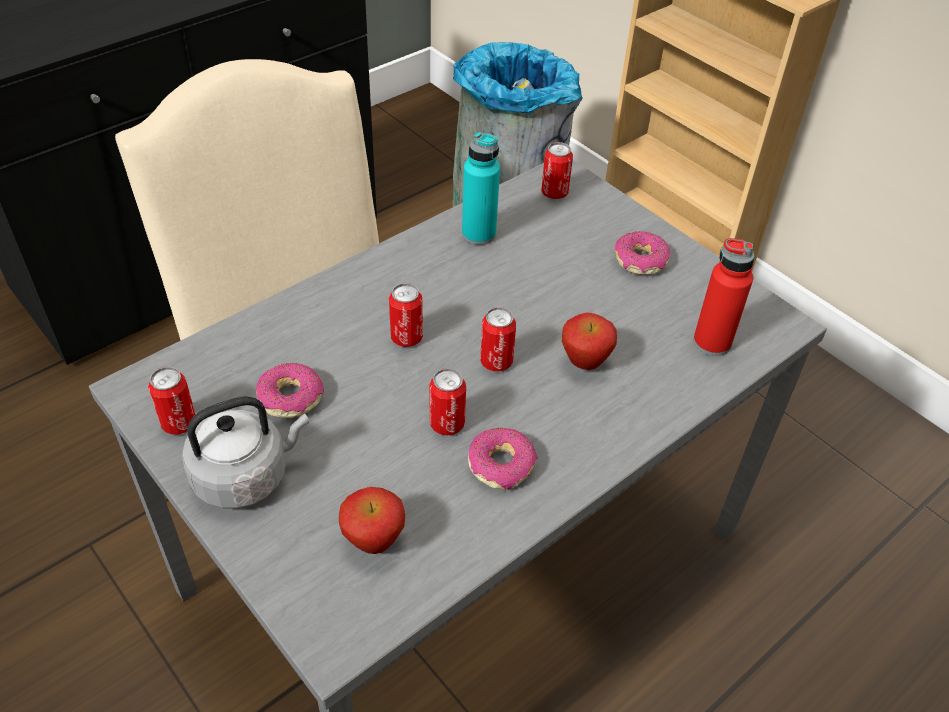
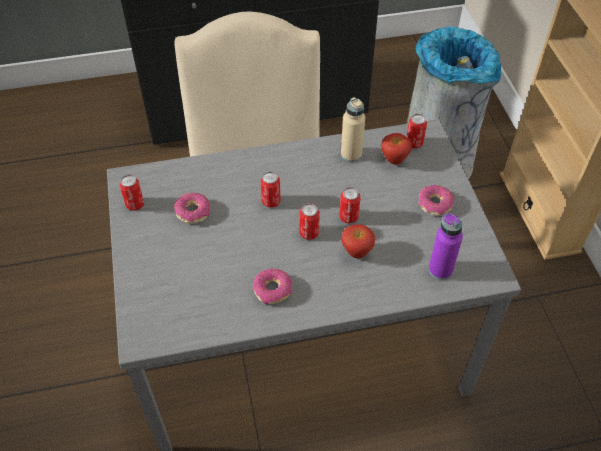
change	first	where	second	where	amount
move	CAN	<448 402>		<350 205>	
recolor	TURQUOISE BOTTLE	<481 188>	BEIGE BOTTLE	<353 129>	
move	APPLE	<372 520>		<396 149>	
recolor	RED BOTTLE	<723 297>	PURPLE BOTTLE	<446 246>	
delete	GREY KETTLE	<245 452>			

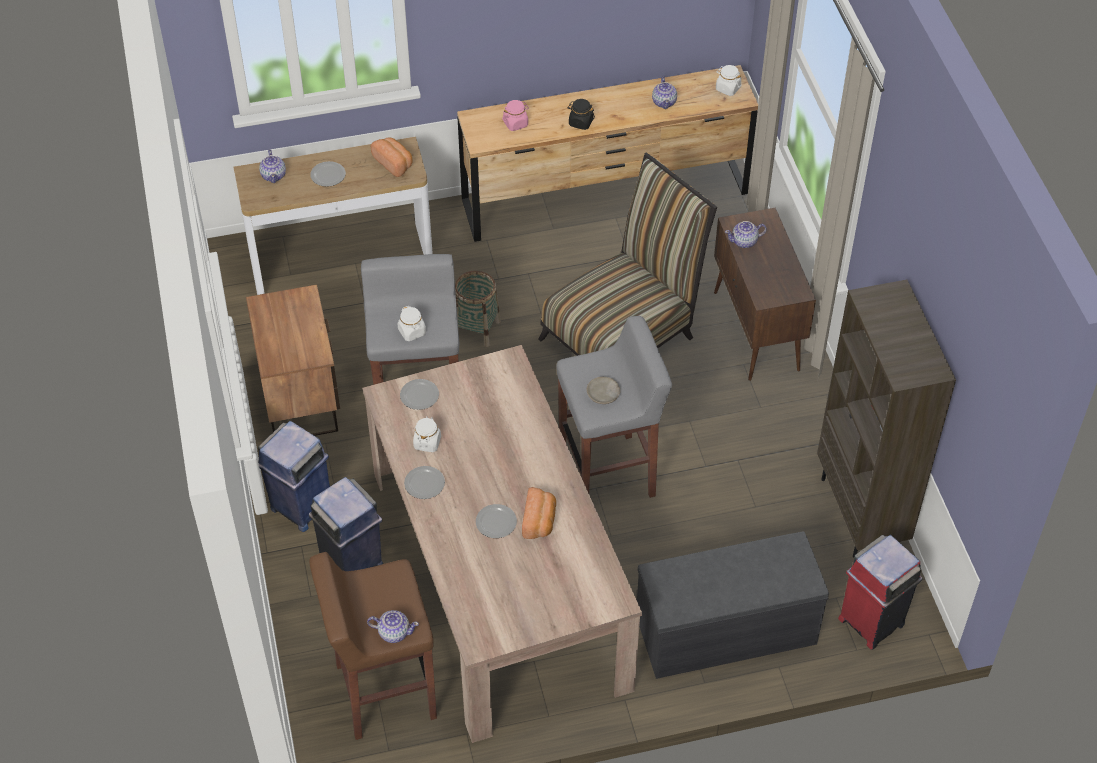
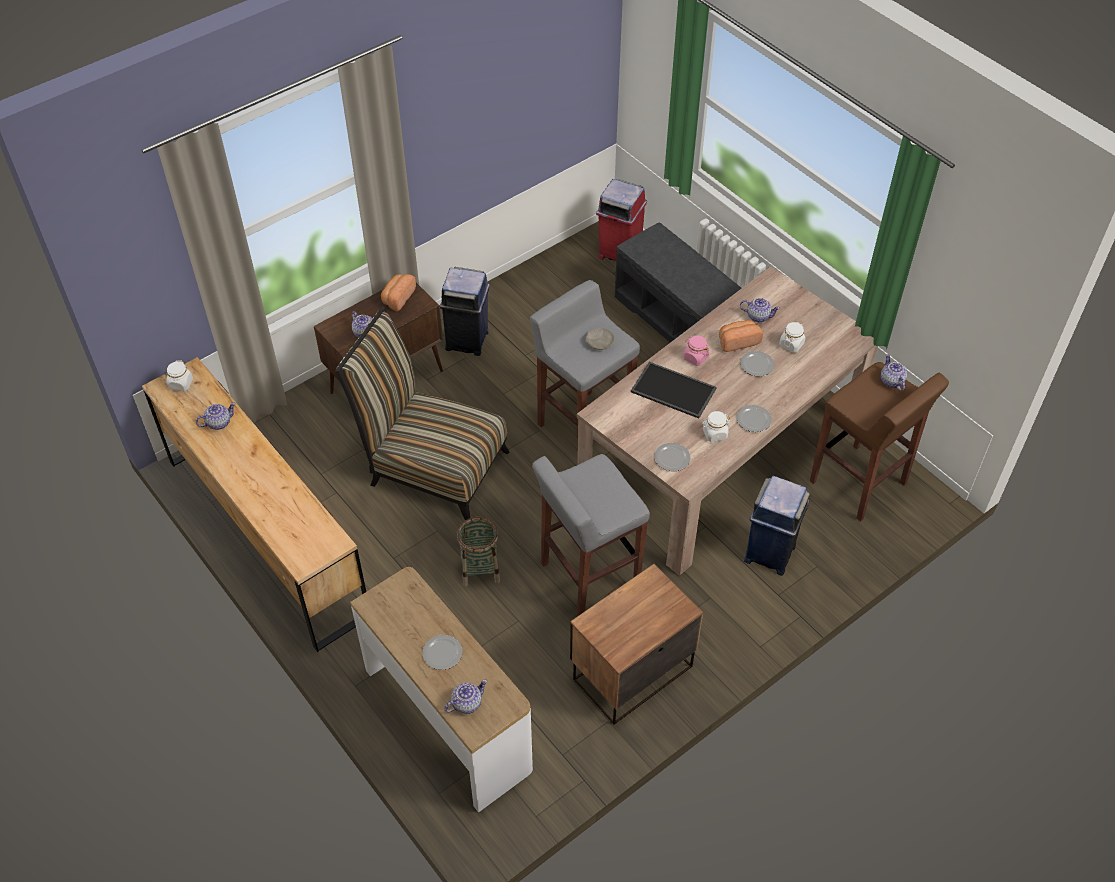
change	first	where	second	where	amount
move	BREAD	<392 157>		<398 292>	
move	BLUE TRASH CAN	<294 476>		<465 311>	
insert			TRAY	<674 390>	
move	PINK JAR	<515 115>		<696 351>	
insert			TEAPOT	<760 310>	
move	WHITE JAR	<412 323>		<792 337>	
delete	BLACK JAR	<581 114>			
delete	BROWN BOOKCASE	<886 418>			

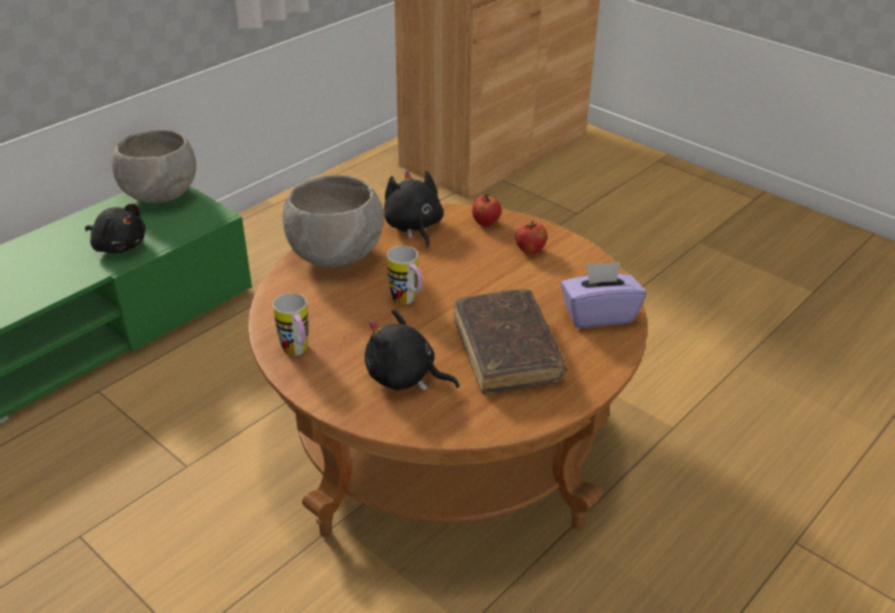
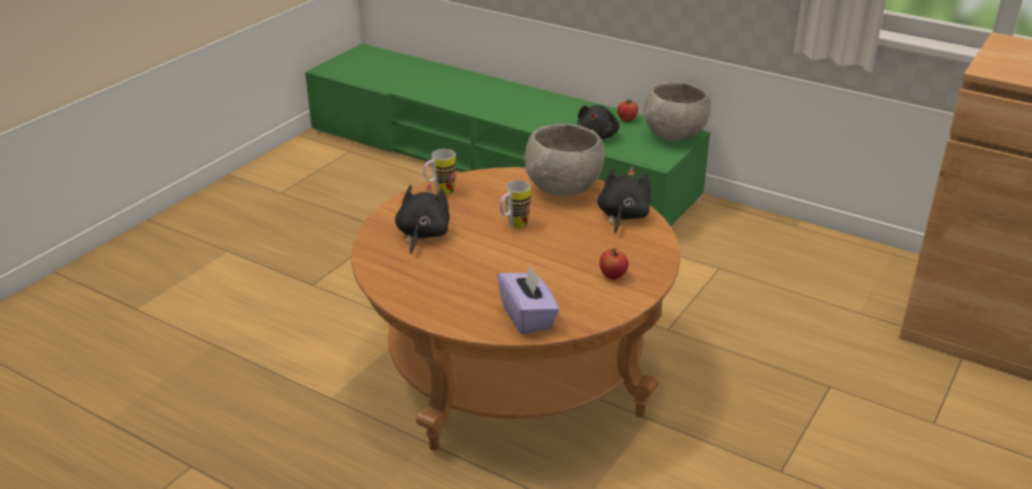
change	first	where	second	where	amount
rotate	BLACK PLUSH TOY	<414 209>		<624 200>	45 degrees counterclockwise
move	APPLE	<486 210>		<627 110>	
delete	BROWN BOOK	<510 342>			

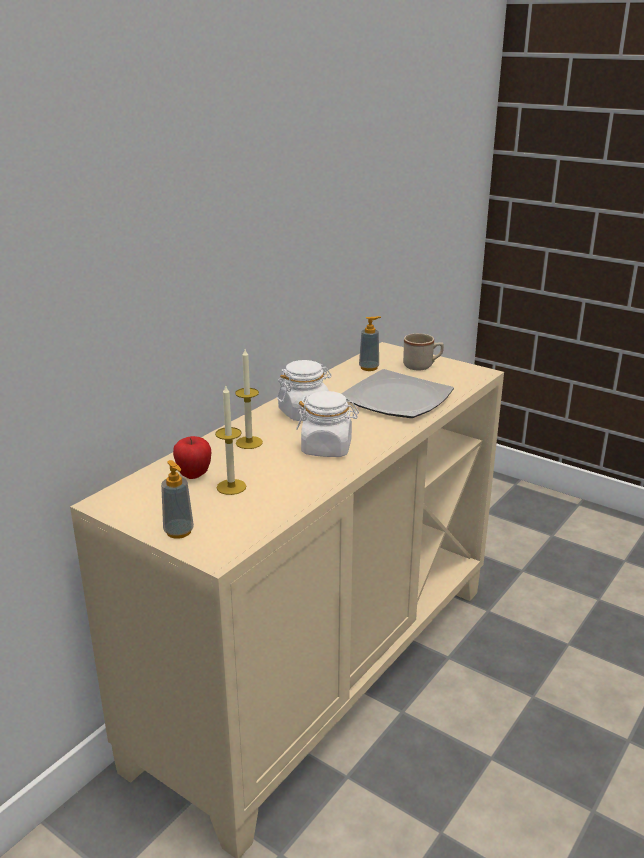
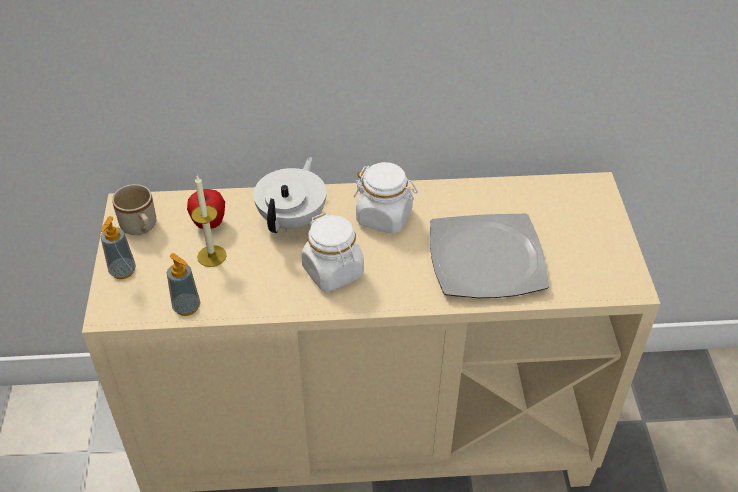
change	first	where	second	where	amount
move	BEIGE MUG	<423 351>		<134 209>	
move	SOAP DISPENSER	<370 343>		<183 284>	
replace	CANDLE	<249 399>	WHITE TEAPOT	<290 195>	

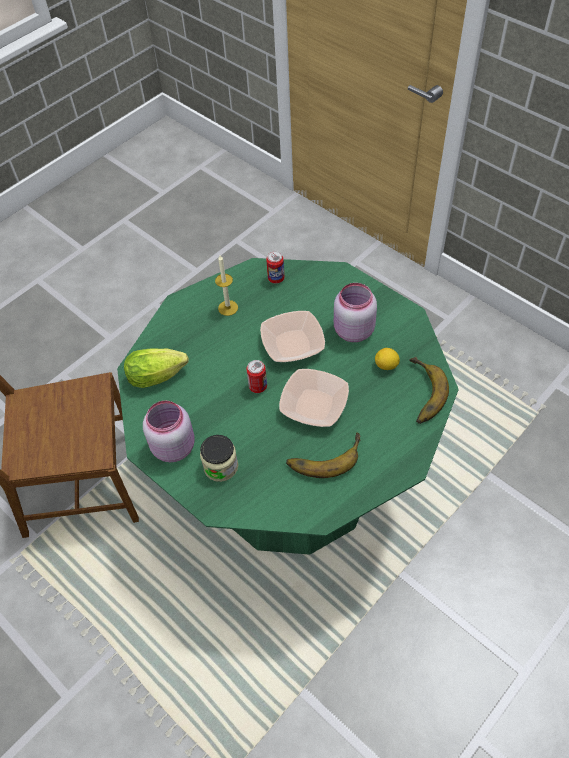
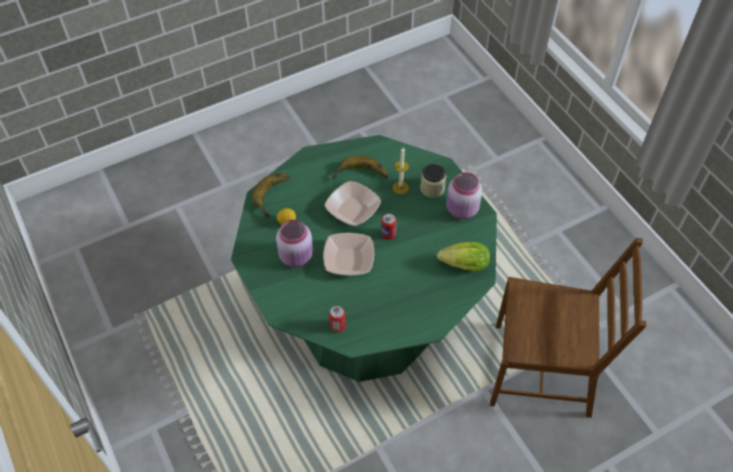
change	first	where	second	where	amount
move	CANDLE	<226 285>		<401 171>	

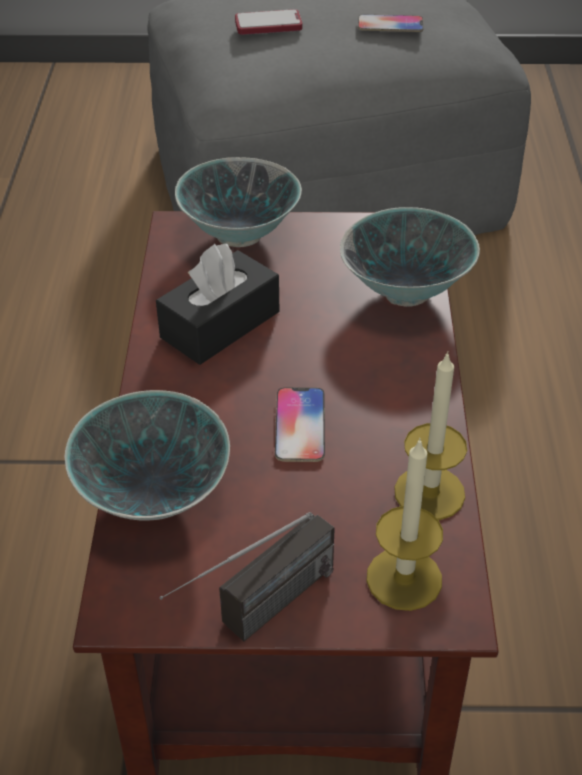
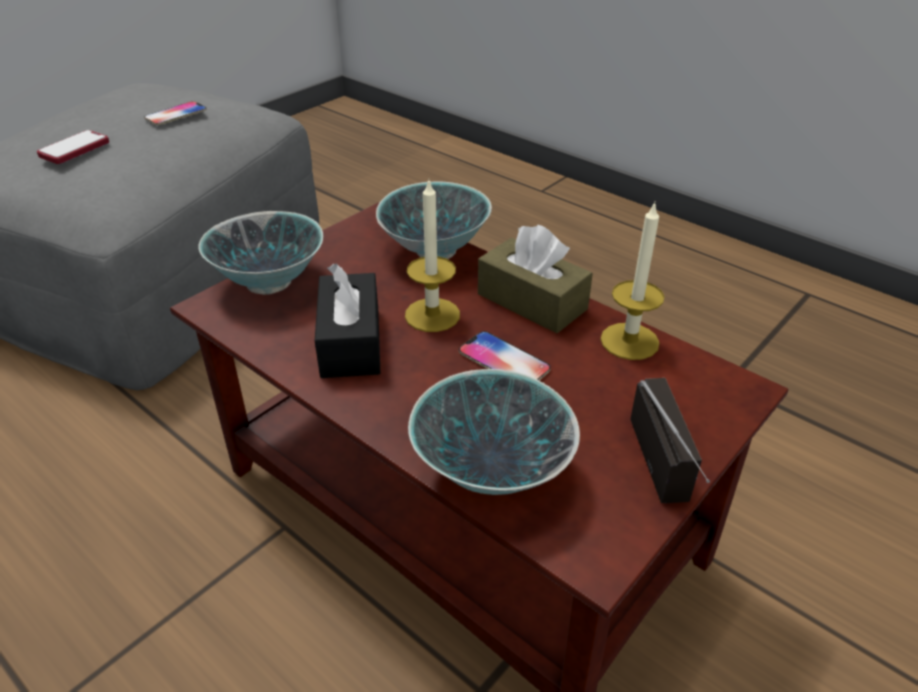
change	first	where	second	where	amount
move	CANDLE	<404 524>		<432 256>	
insert			BROWN TISSUE BOX	<535 279>	

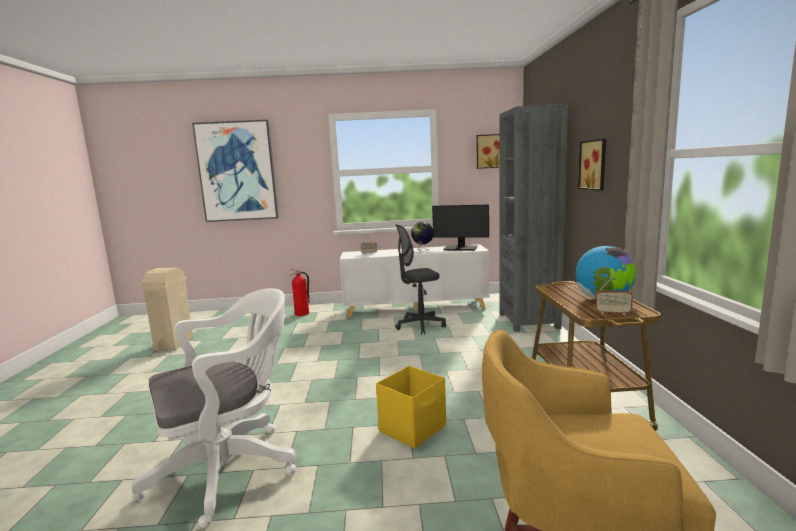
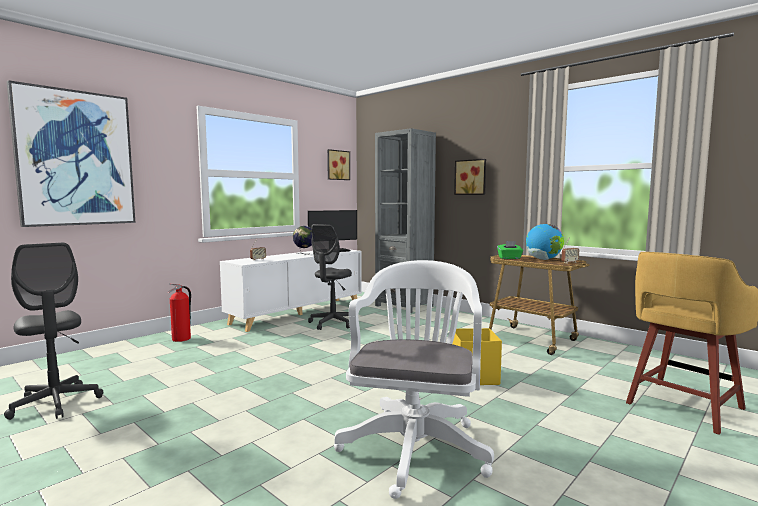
change	first	where	second	where	amount
replace	BEIGE TRASH CAN	<167 309>	GREY OFFICE CHAIR	<53 331>	
insert			GREEN TISSUE BOX	<510 250>	

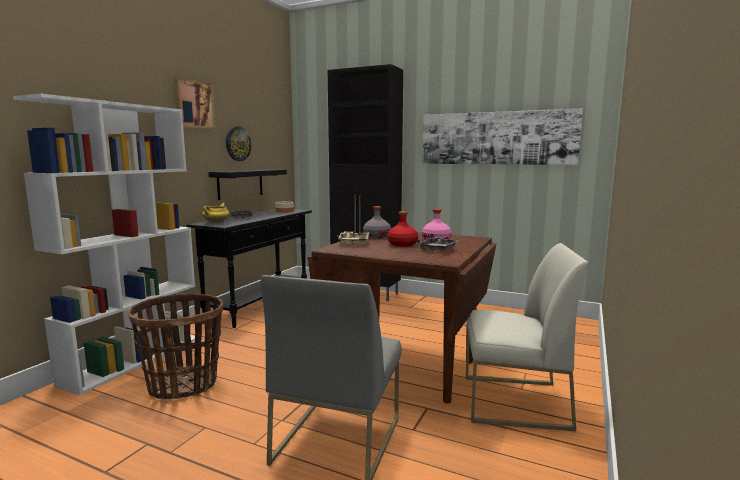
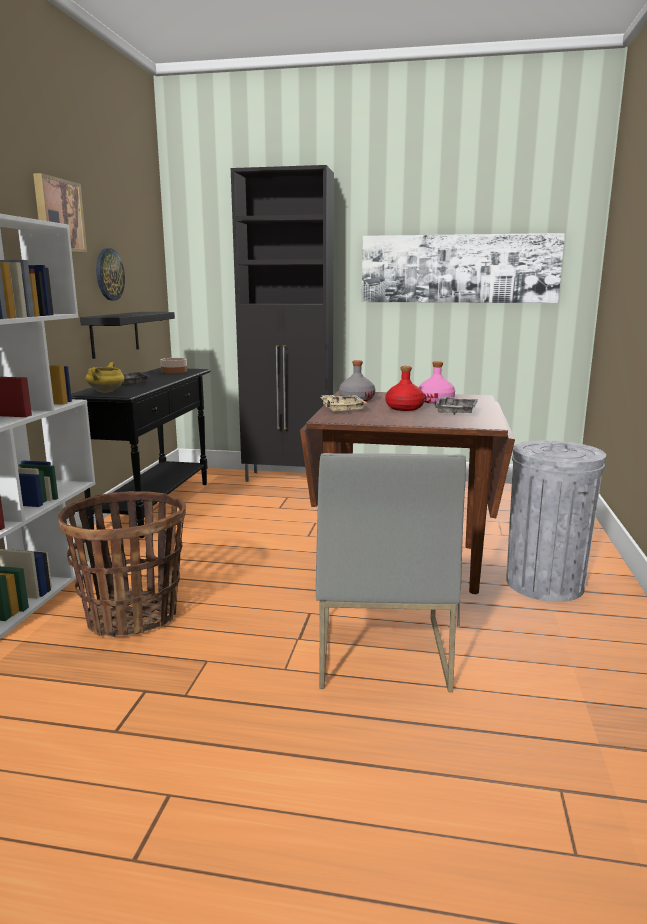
change	first	where	second	where	amount
replace	WHITE CHAIR	<527 337>	GREY TRASH CAN	<556 521>	

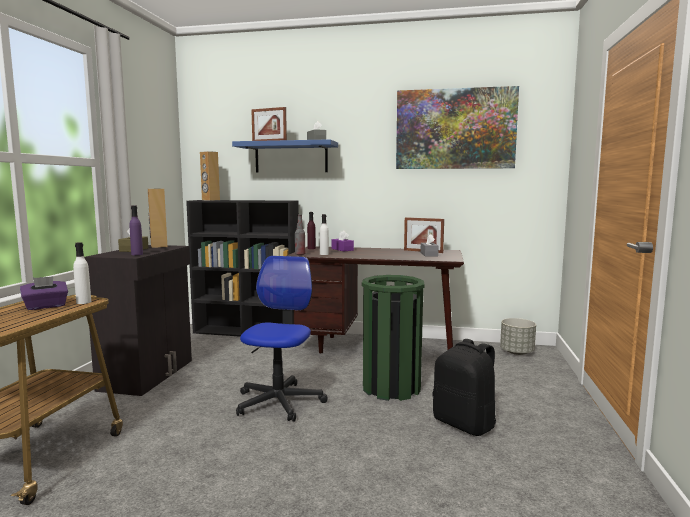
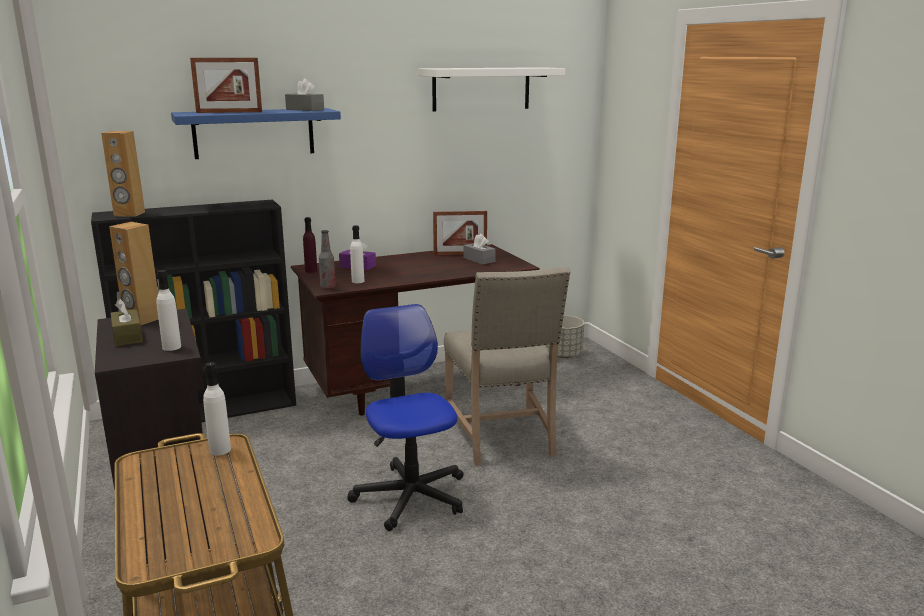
change	first	where	second	where	amount
recolor	PURPLE BOTTLE	<136 230>	WHITE BOTTLE	<168 310>	
replace	PICTURE	<457 127>	WHITE SHELF	<491 89>	
replace	GREEN TRASH CAN	<393 338>	BEIGE CHAIR	<507 366>	
delete	PURPLE TISSUE BOX	<44 293>			
delete	BLACK BACKPACK	<464 387>			

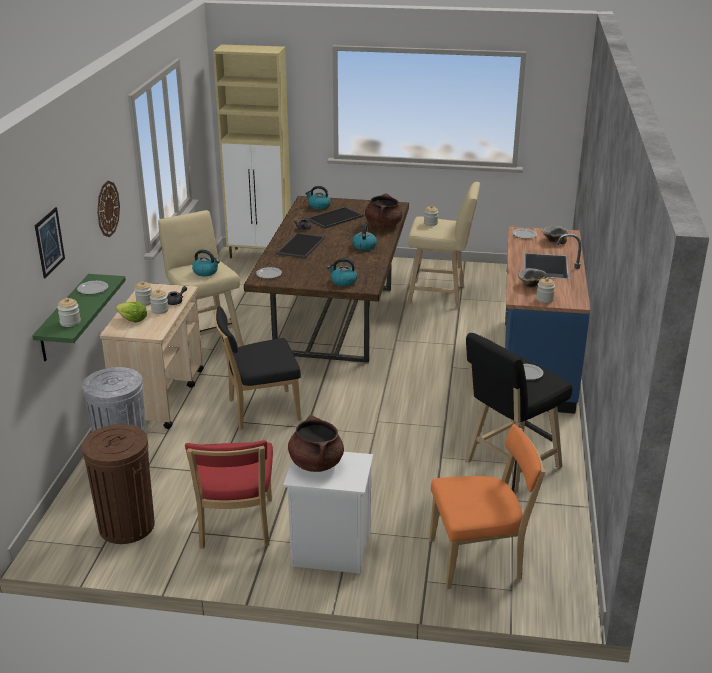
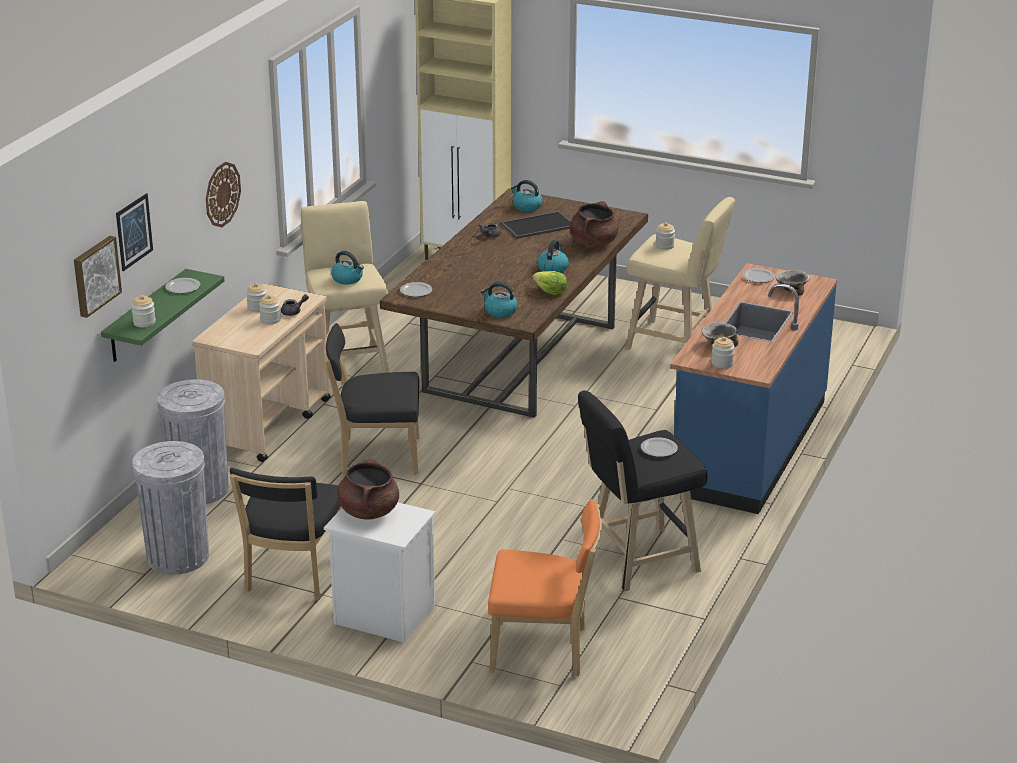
change	first	where	second	where	amount
insert			PICTURE	<98 277>	
recolor	BROWN TRASH CAN	<118 484>	GREY TRASH CAN	<170 507>	
recolor	RED CHAIR	<229 494>	BLACK CHAIR	<286 534>	
move	LETTUCE	<131 311>		<550 283>	
delete	TRAY	<300 245>			

